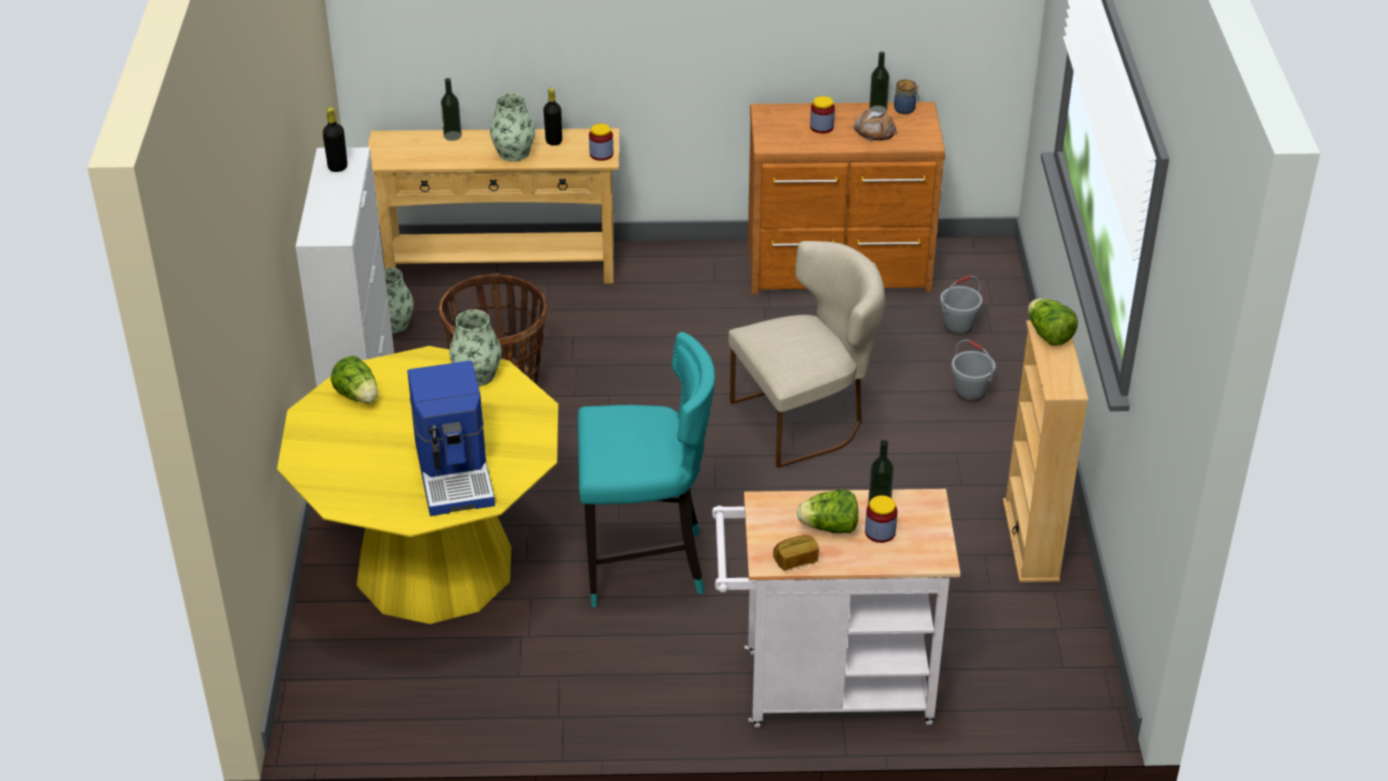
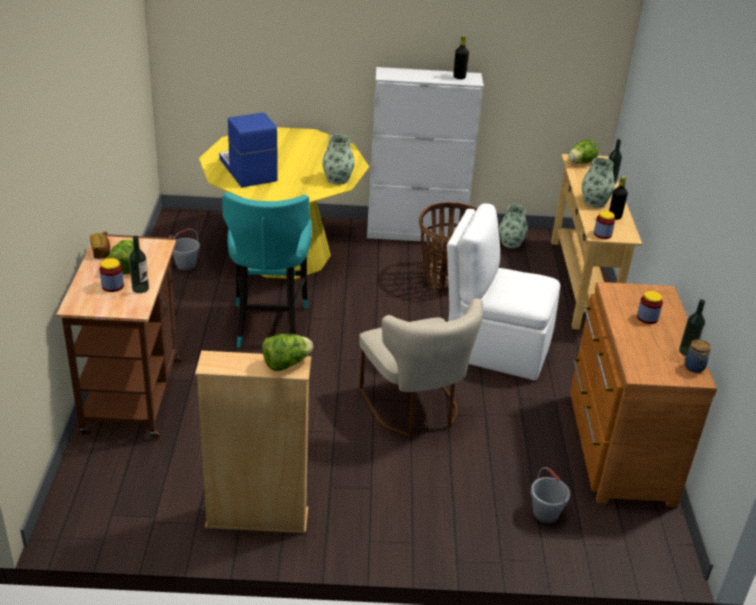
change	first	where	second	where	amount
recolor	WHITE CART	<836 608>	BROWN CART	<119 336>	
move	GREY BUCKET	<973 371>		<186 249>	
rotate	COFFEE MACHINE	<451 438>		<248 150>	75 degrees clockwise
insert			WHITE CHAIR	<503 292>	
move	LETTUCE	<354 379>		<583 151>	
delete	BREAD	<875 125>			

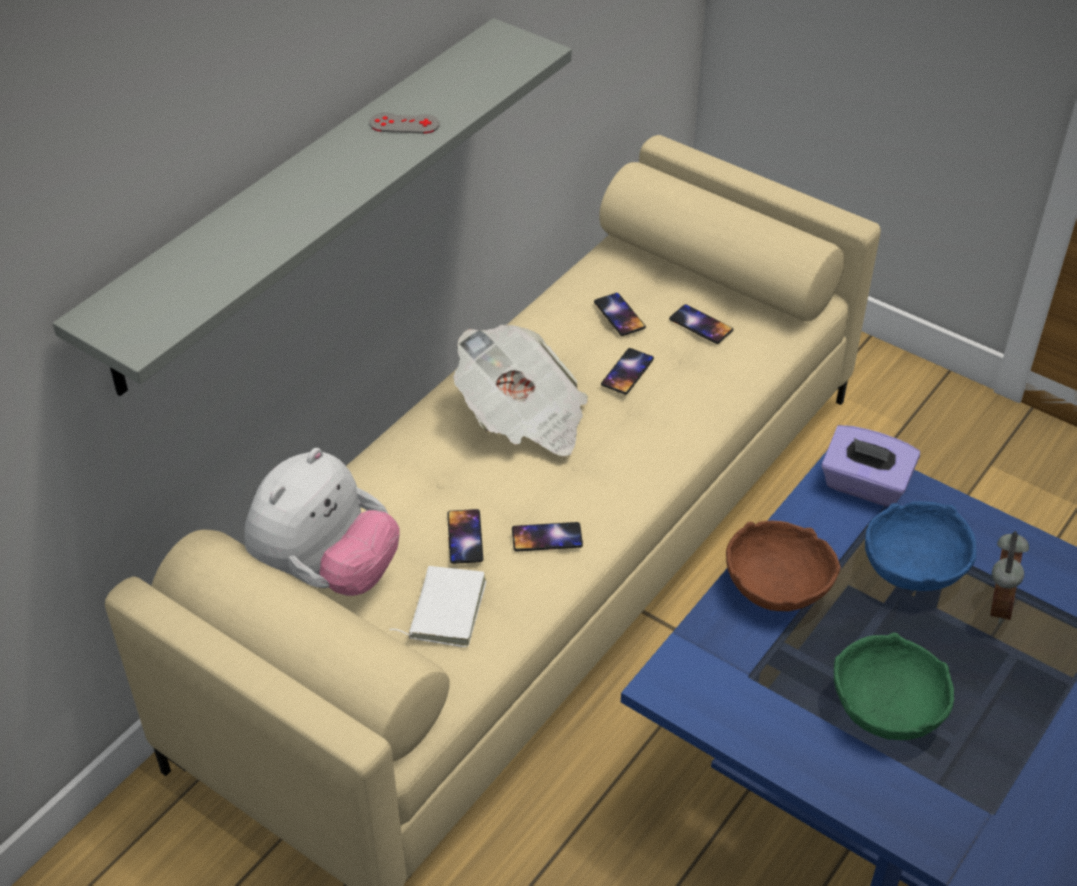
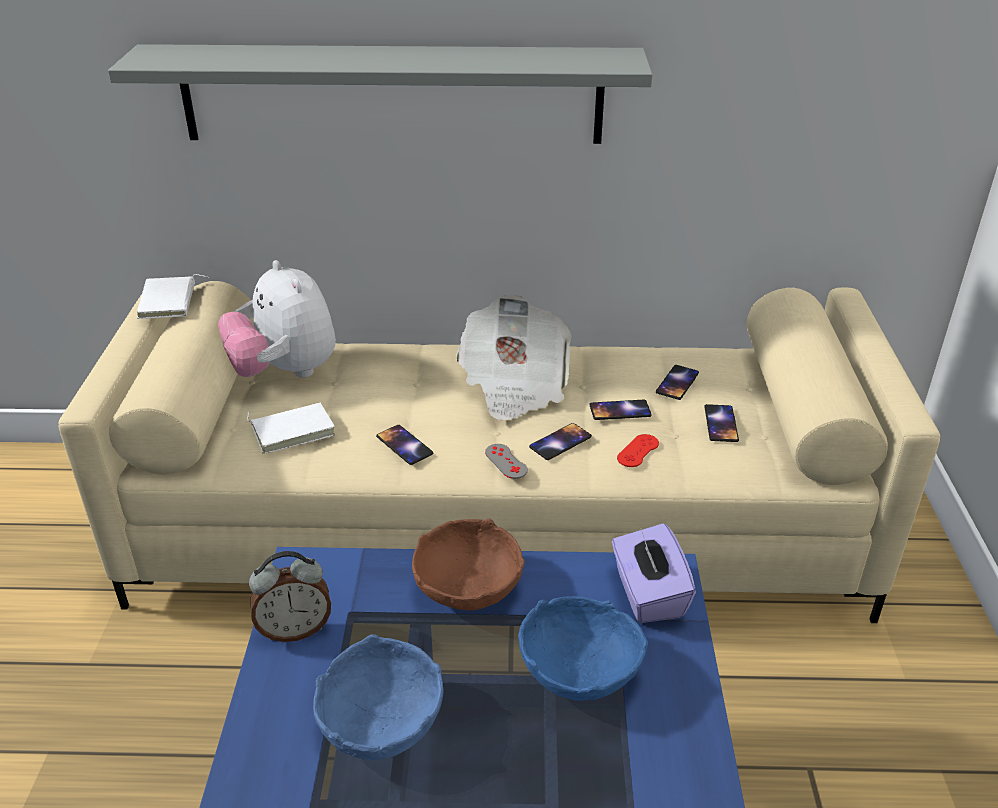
change	first	where	second	where	amount
insert			WHITE BOOK	<173 296>	
rotate	PLUSH TOY	<321 522>		<277 319>	60 degrees clockwise
move	ALARM CLOCK	<1009 577>		<290 596>	
recolor	GREEN BOWL	<894 686>	BLUE BOWL	<378 697>	
move	GREY GAME CONTROLLER	<404 123>		<506 461>	
move	PHONE	<465 536>		<560 441>	
insert			RED GAME CONTROLLER	<638 450>	

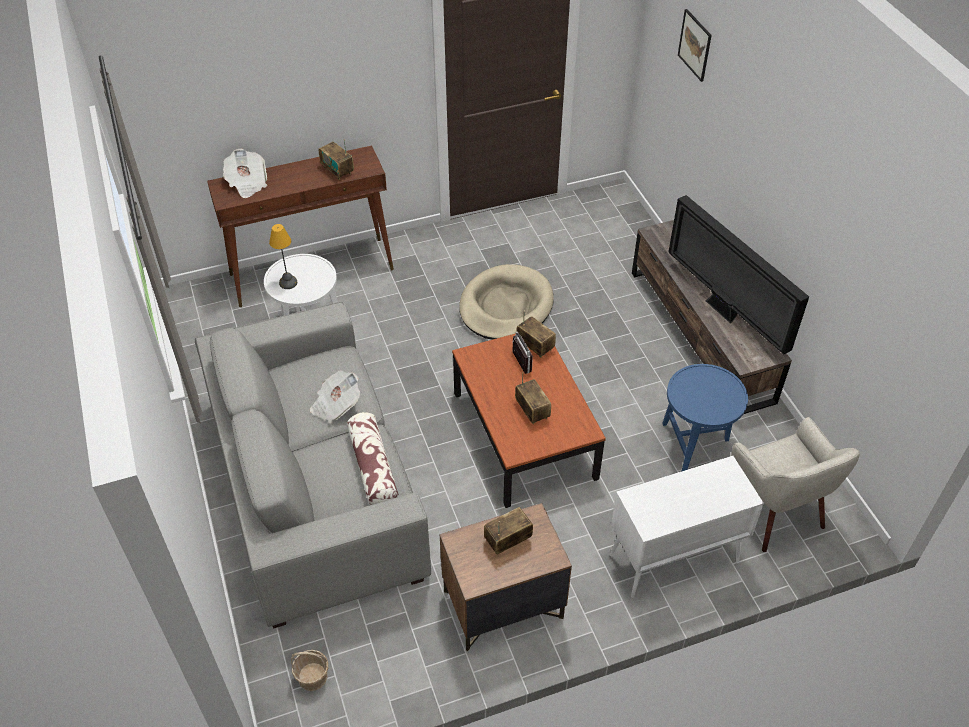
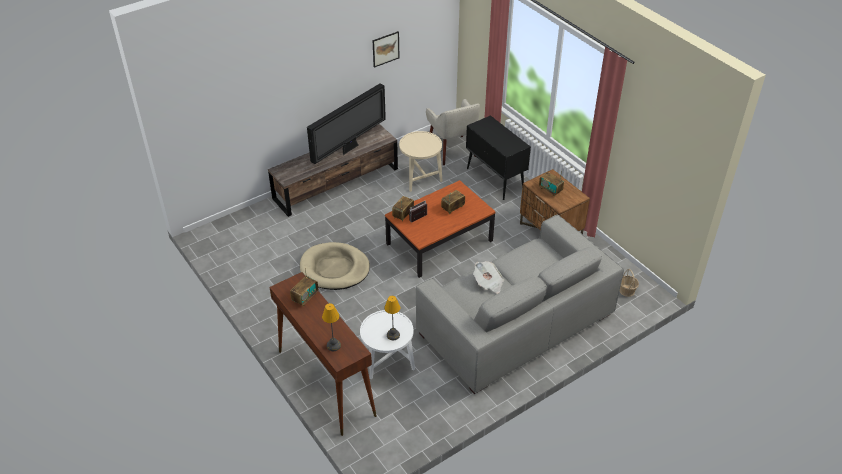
change	first	where	second	where	amount
replace	NEWSPAPER	<245 173>	TABLE LAMP	<331 327>	
move	PICTURE	<695 45>		<386 49>	
recolor	BLUE SIDE TABLE	<705 418>	BEIGE SIDE TABLE	<421 161>	
rotate	BEIGE ARMCHAIR	<795 484>		<453 132>	105 degrees clockwise
recolor	WHITE CABINET	<687 527>	BLACK CABINET	<498 157>	
delete	PILLOW	<373 458>			

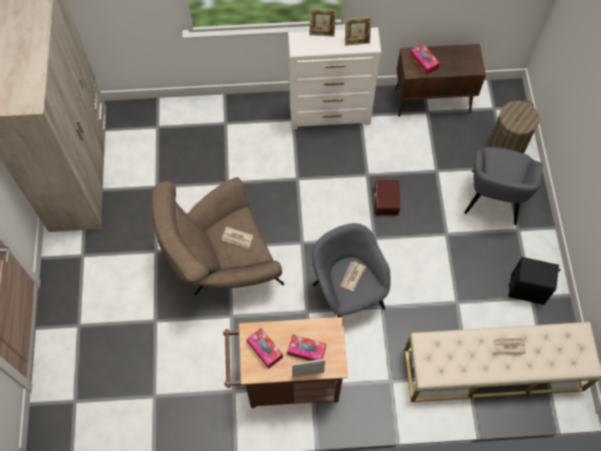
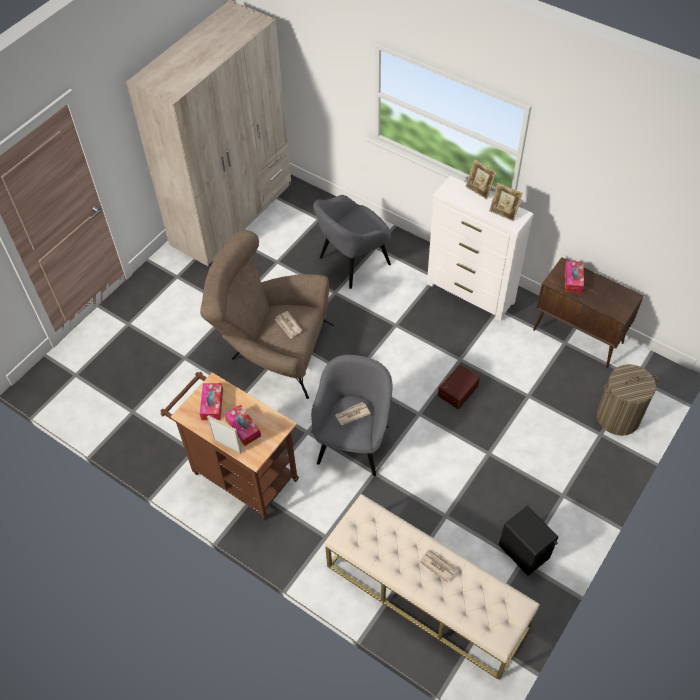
change	first	where	second	where	amount
move	GREY ARMCHAIR	<503 186>		<352 242>	

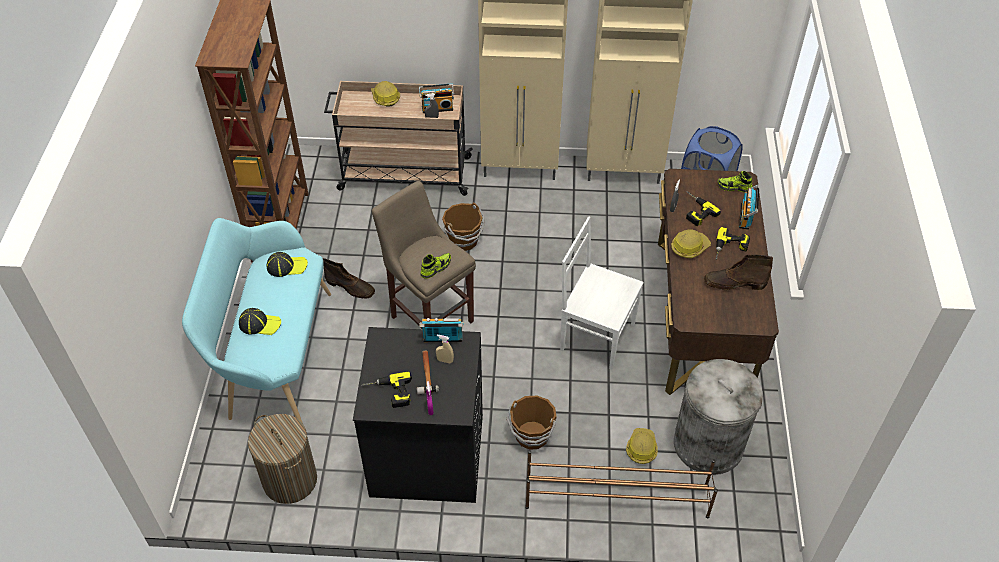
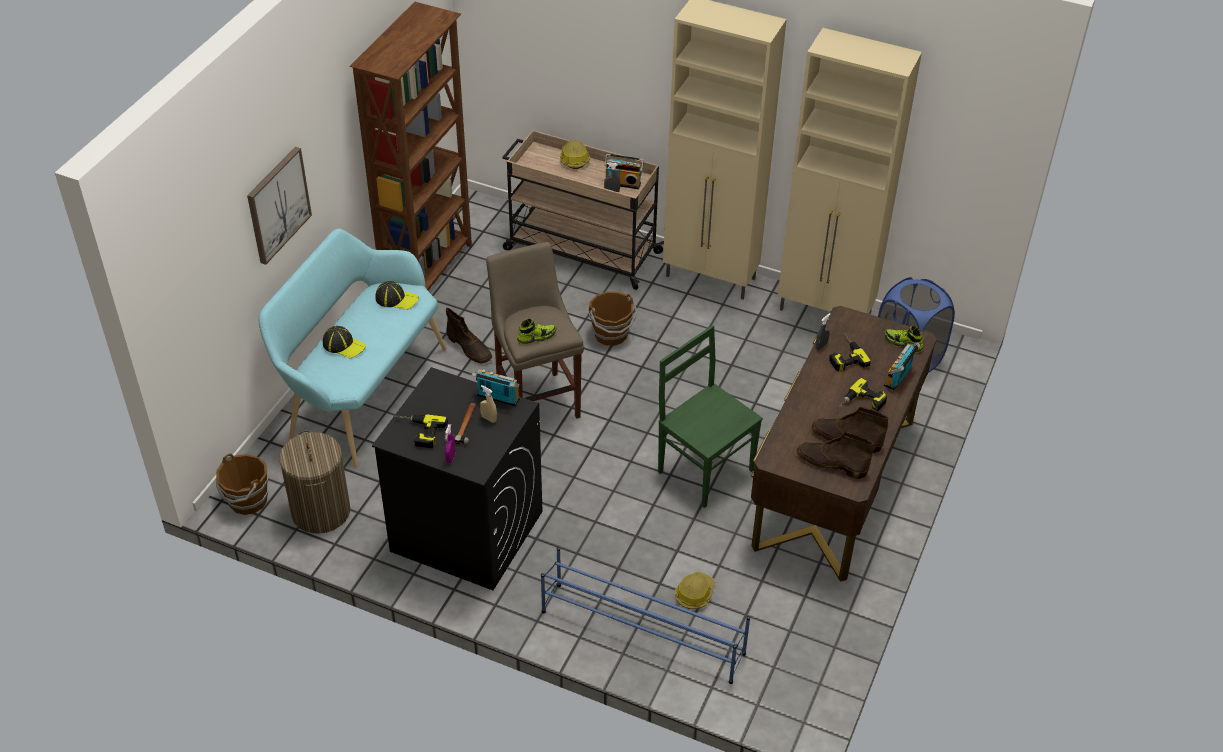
change	first	where	second	where	amount
move	BROWN BUCKET	<531 423>		<242 484>	
insert			PICTURE	<279 206>	
recolor	BROWN SHOE RACK	<621 484>	BLUE SHOE RACK	<645 615>	
recolor	WHITE CHAIR	<602 293>	GREEN CHAIR	<710 416>	
insert			BROWN BOOT	<835 455>	
delete	HARD HAT	<691 243>			
delete	GREY TRASH CAN	<718 417>			

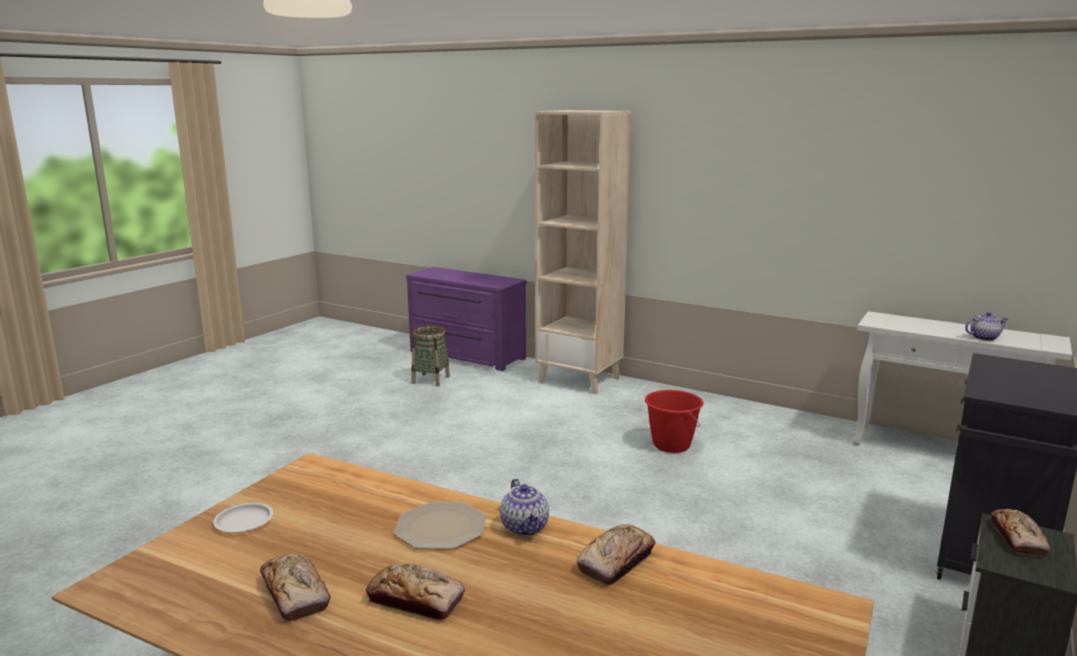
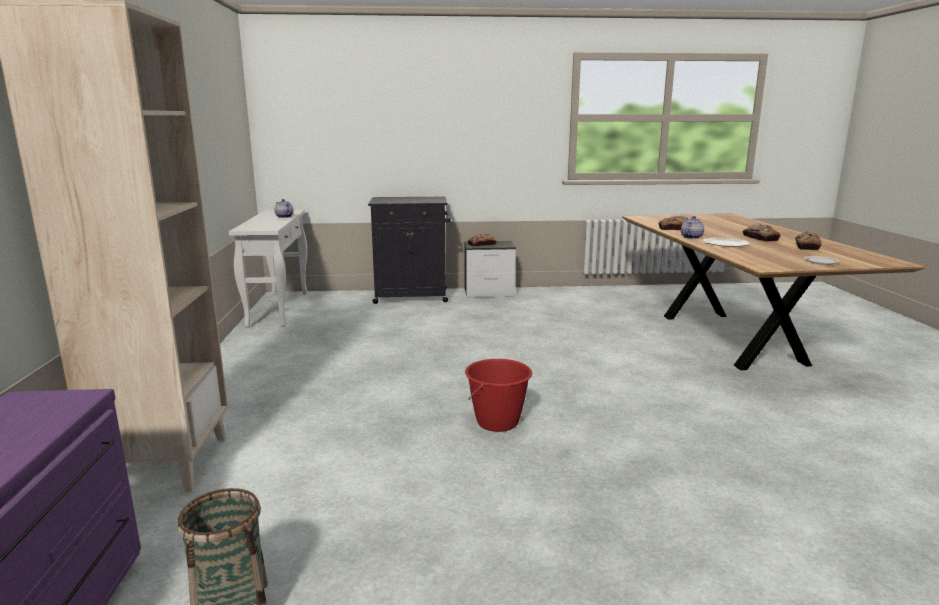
change	first	where	second	where	amount
move	RED BUCKET	<674 421>		<498 395>	

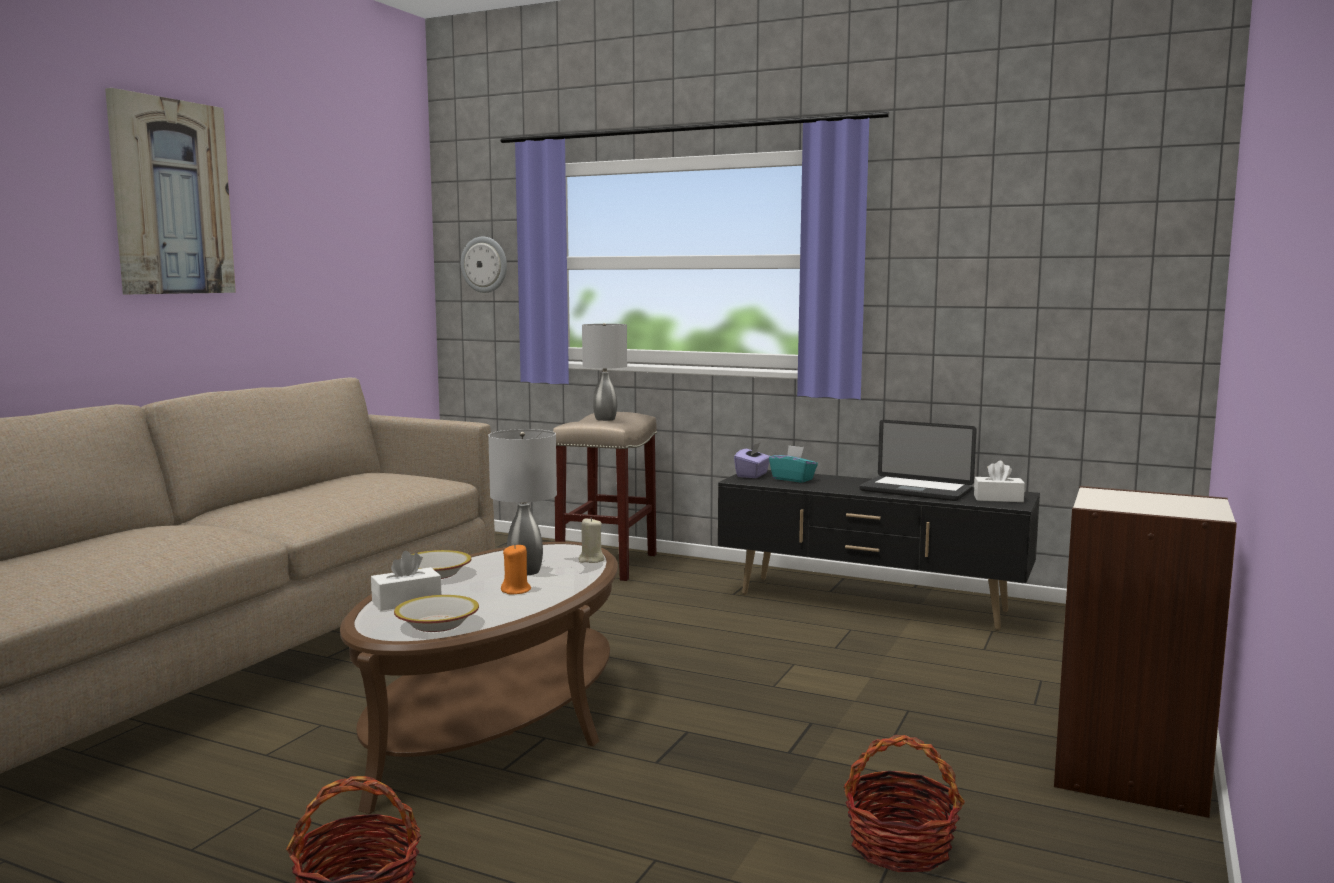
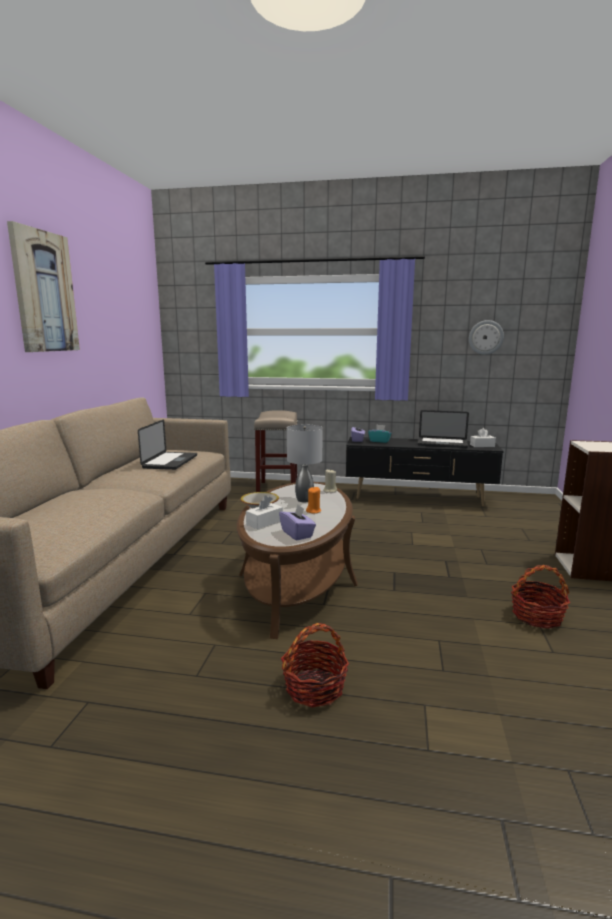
change	first	where	second	where	amount
insert			LAPTOP	<167 444>	
replace	BOWL	<436 613>	PURPLE TISSUE BOX	<297 523>	
move	WALL CLOCK	<484 264>		<486 337>	
delete	GREY TABLE LAMP	<604 372>			

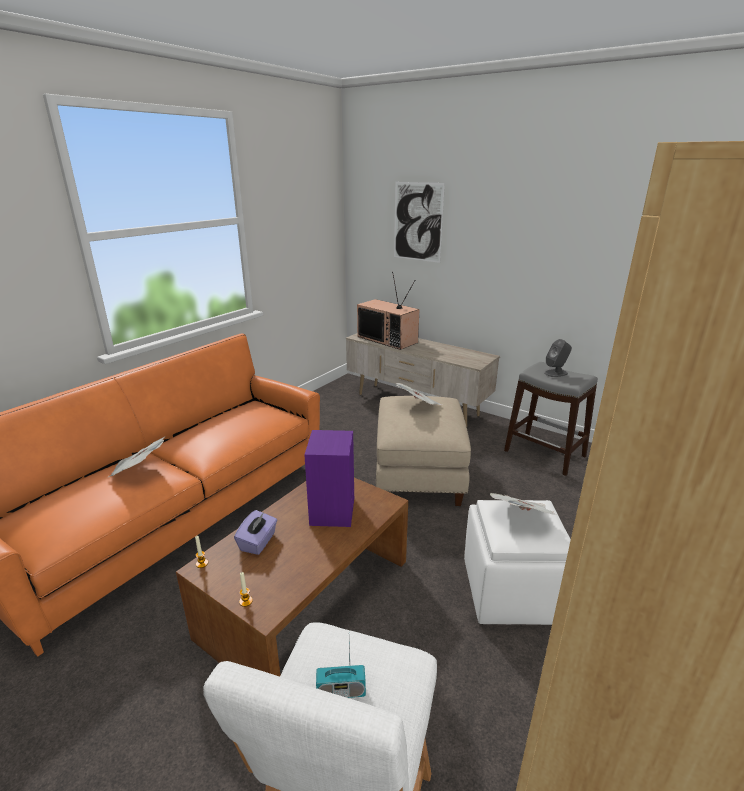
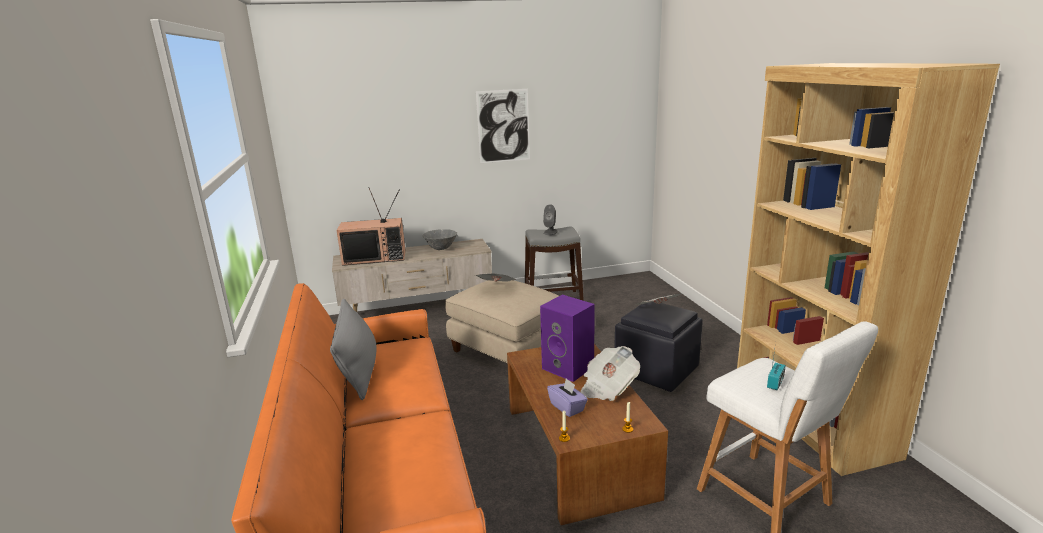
change	first	where	second	where	amount
insert			GREY PILLOW	<353 349>	
insert			GREY BOWL	<440 239>	
move	PICTURE	<419 222>		<503 126>	
move	NEWSPAPER	<136 457>		<610 373>	
recolor	WHITE OTTOMAN	<517 562>	BLACK OTTOMAN	<658 346>	

